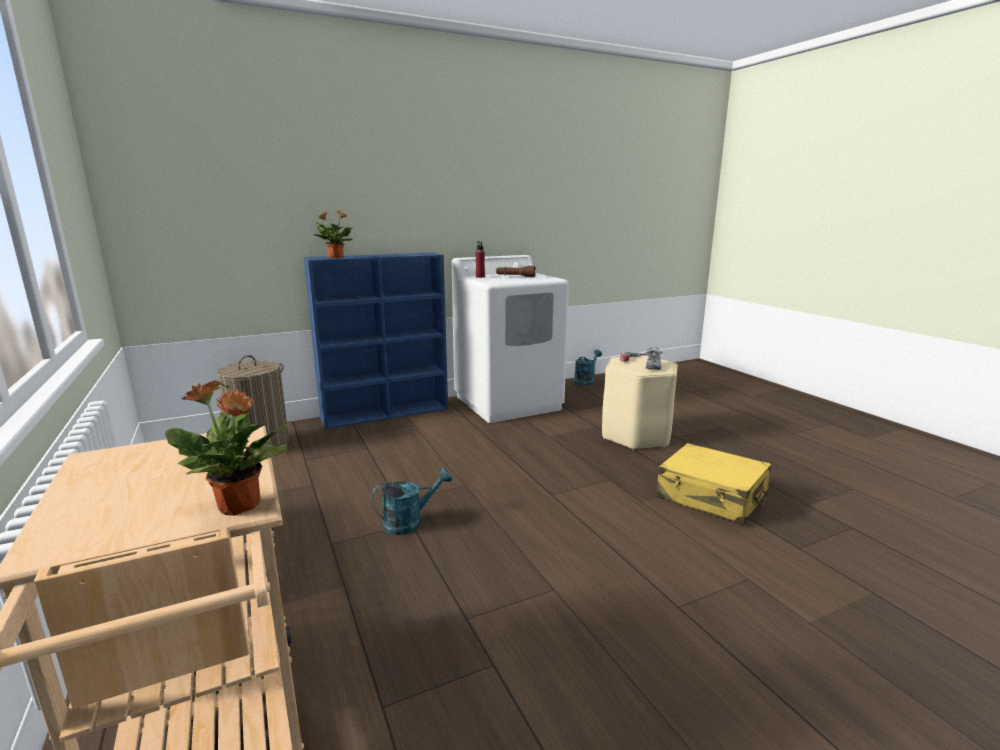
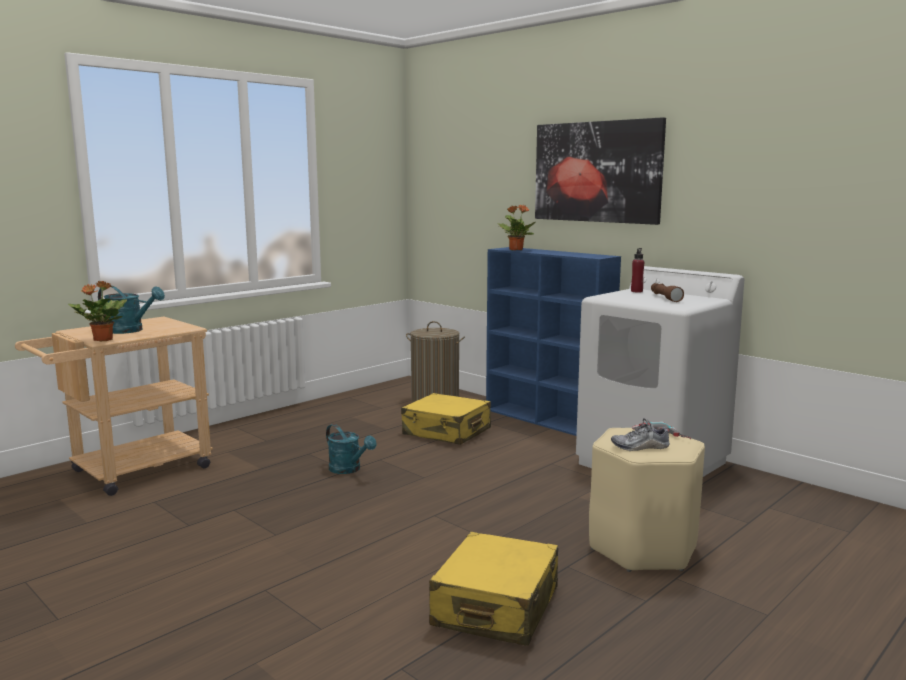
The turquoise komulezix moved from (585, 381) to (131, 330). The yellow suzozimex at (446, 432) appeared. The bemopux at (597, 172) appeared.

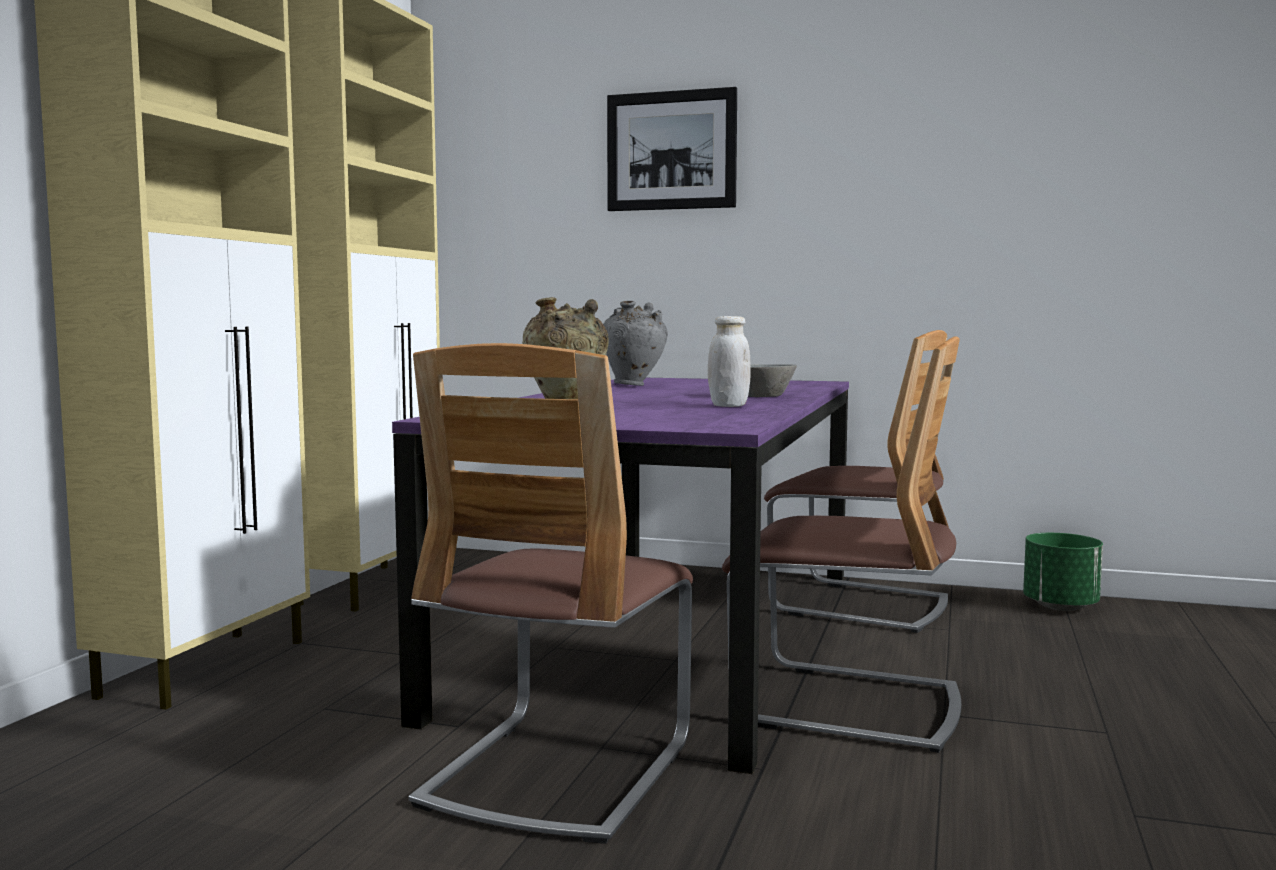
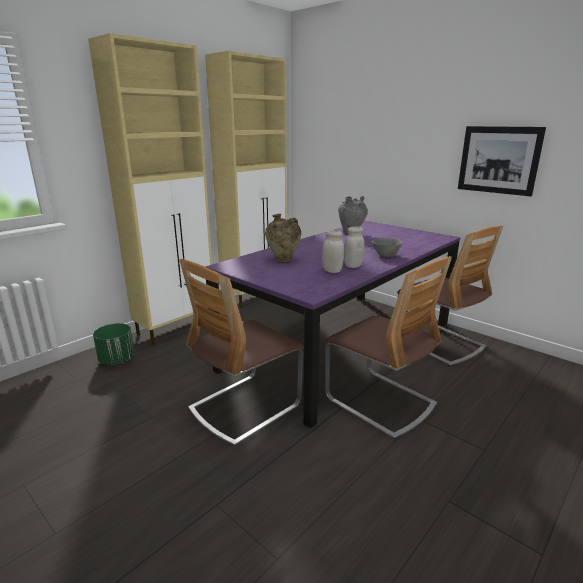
The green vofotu moved from (1060, 606) to (117, 360). The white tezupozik at (332, 271) appeared. The bemopux moved from (671, 151) to (498, 160).

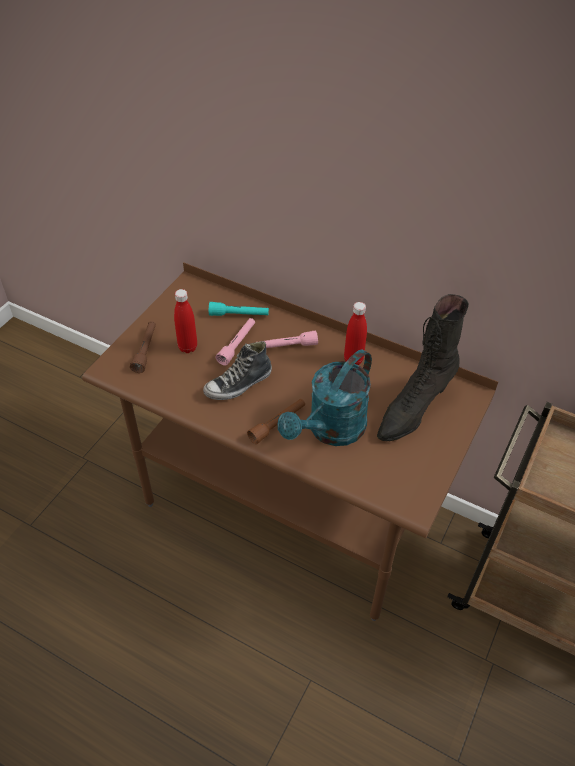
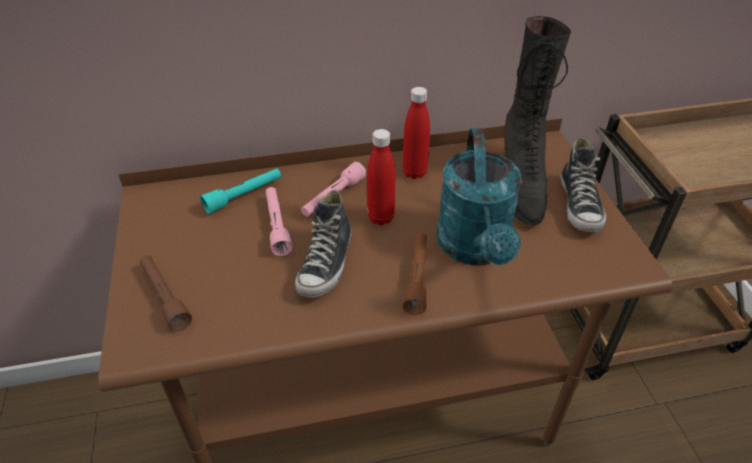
The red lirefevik moved from (188, 347) to (380, 217). The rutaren at (580, 205) appeared.

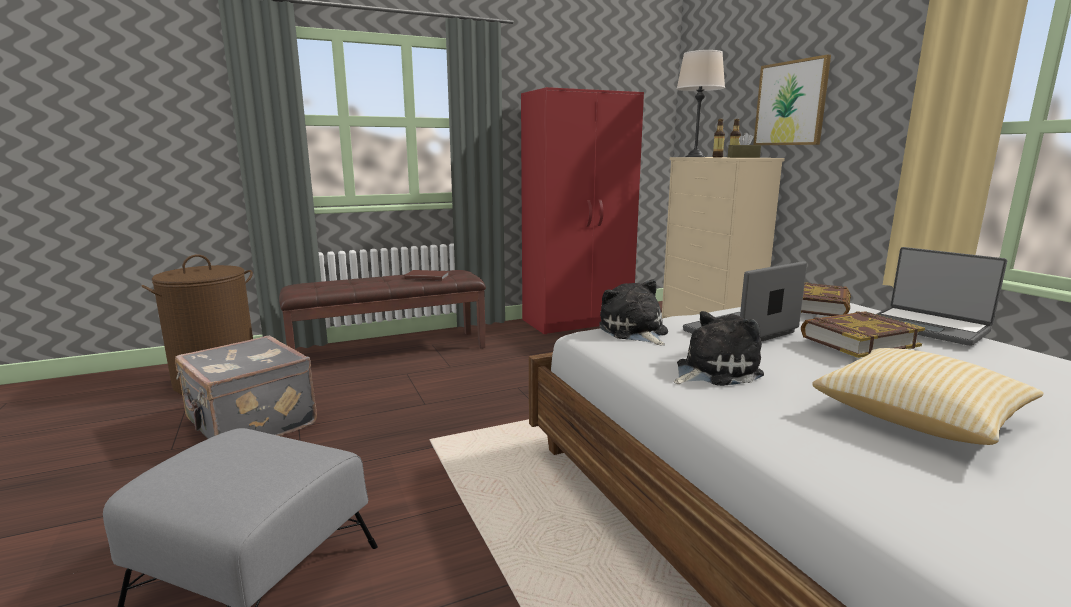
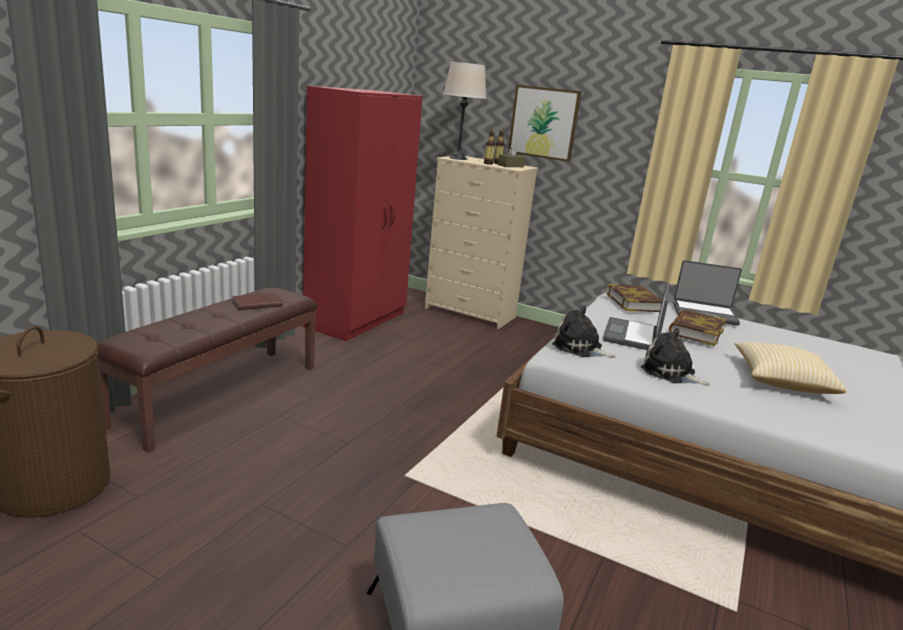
The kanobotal at (713, 371) turned 75 degrees counterclockwise. The grey suzozimex at (250, 424) disappeared.

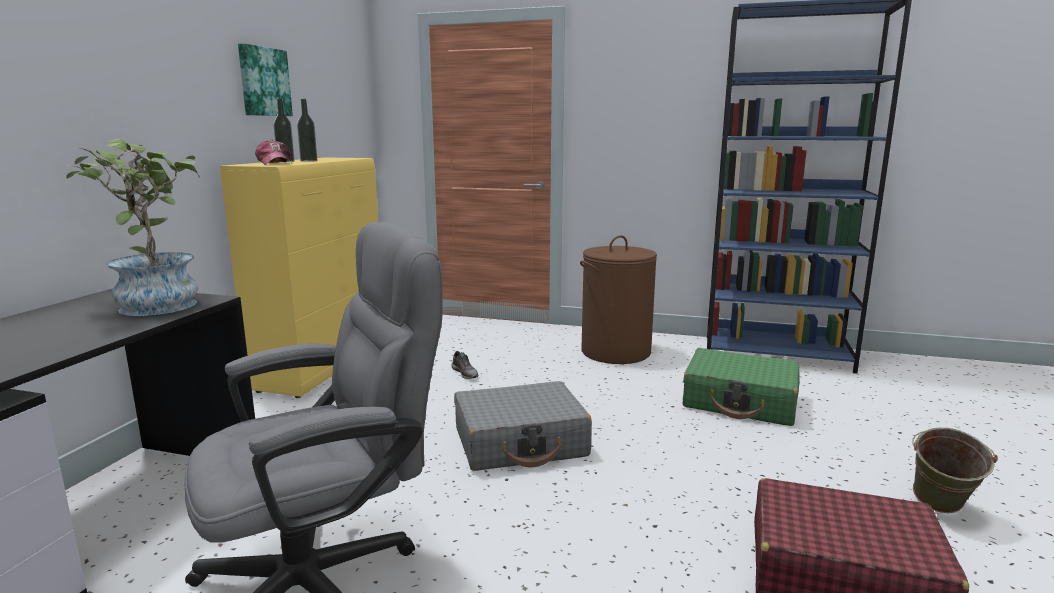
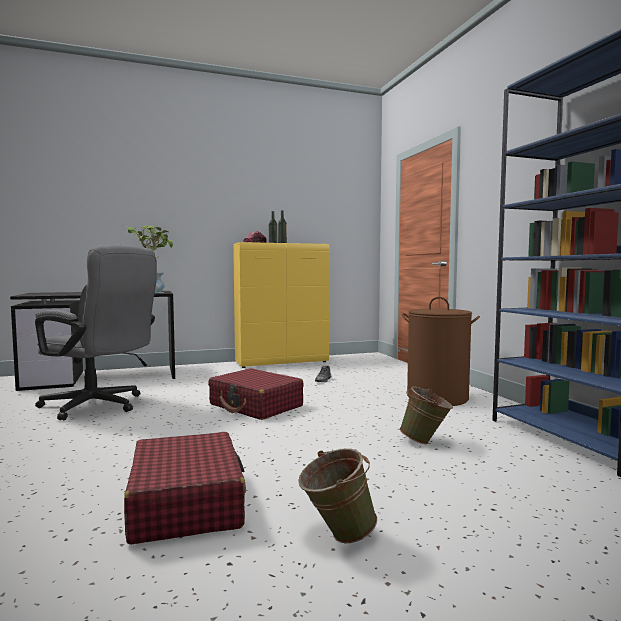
The grey suzozimex at (521, 443) became the red suzozimex at (256, 405). The green suzozimex at (740, 402) was replaced by the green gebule at (426, 442). The bemopux at (263, 82) disappeared.

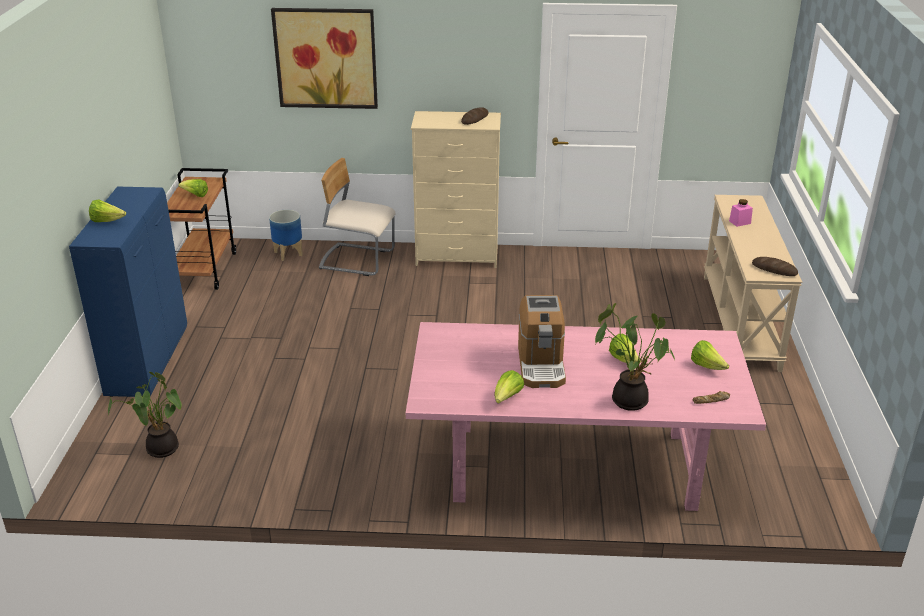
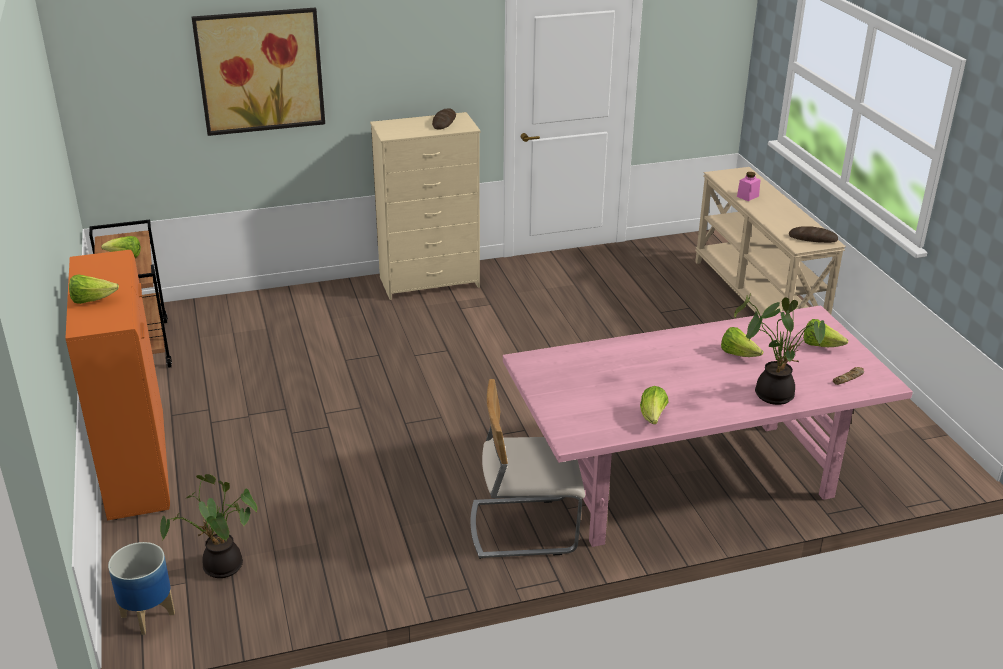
The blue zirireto at (148, 361) became the orange zirireto at (137, 468). The vofotu moved from (288, 254) to (147, 615). The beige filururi moved from (357, 260) to (523, 527). The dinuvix at (541, 365) disappeared.

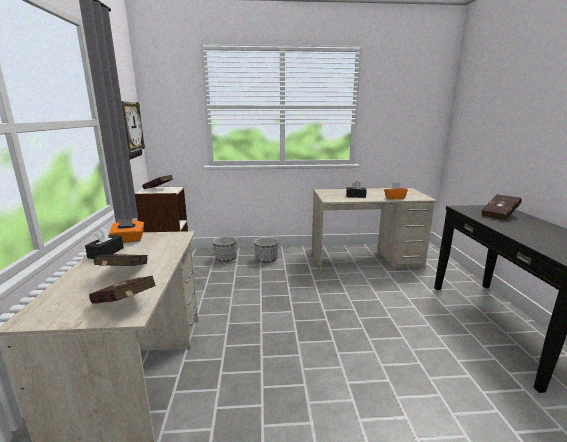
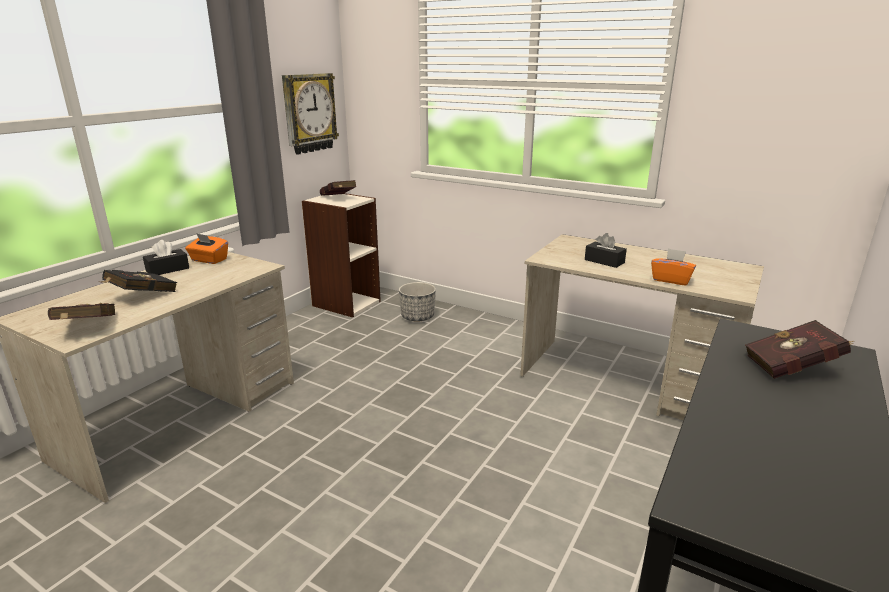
The vofotu at (266, 260) disappeared.

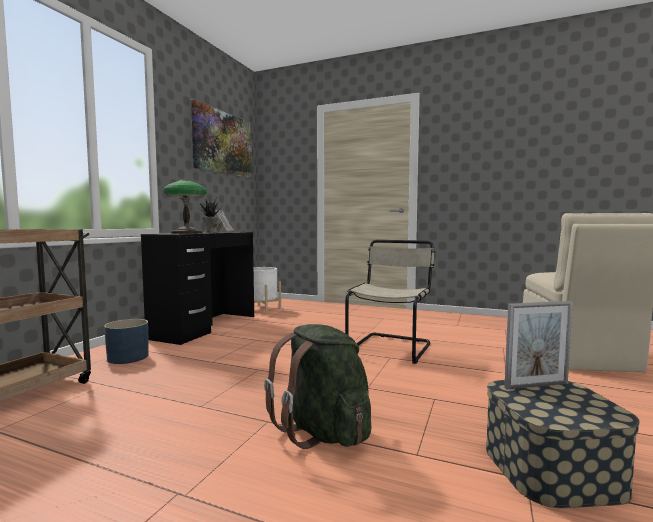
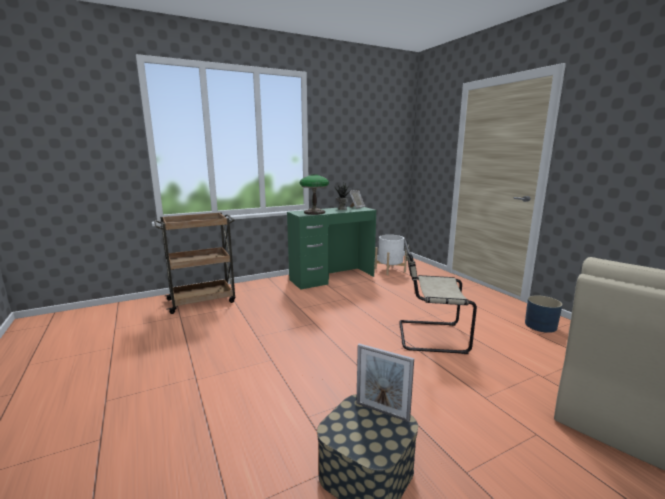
The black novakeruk at (205, 326) became the green novakeruk at (332, 278). The beige filururi at (391, 347) turned 150 degrees counterclockwise. The blue vofotu moved from (128, 357) to (540, 325). The bemopux at (223, 143) disappeared. The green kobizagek at (323, 431) disappeared.

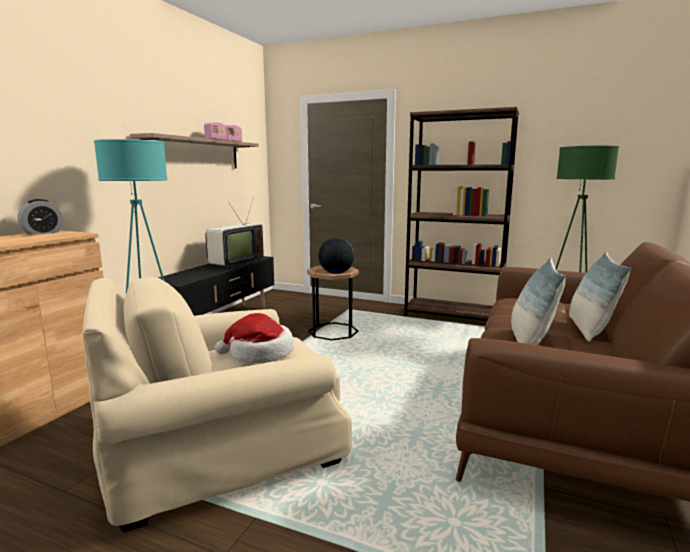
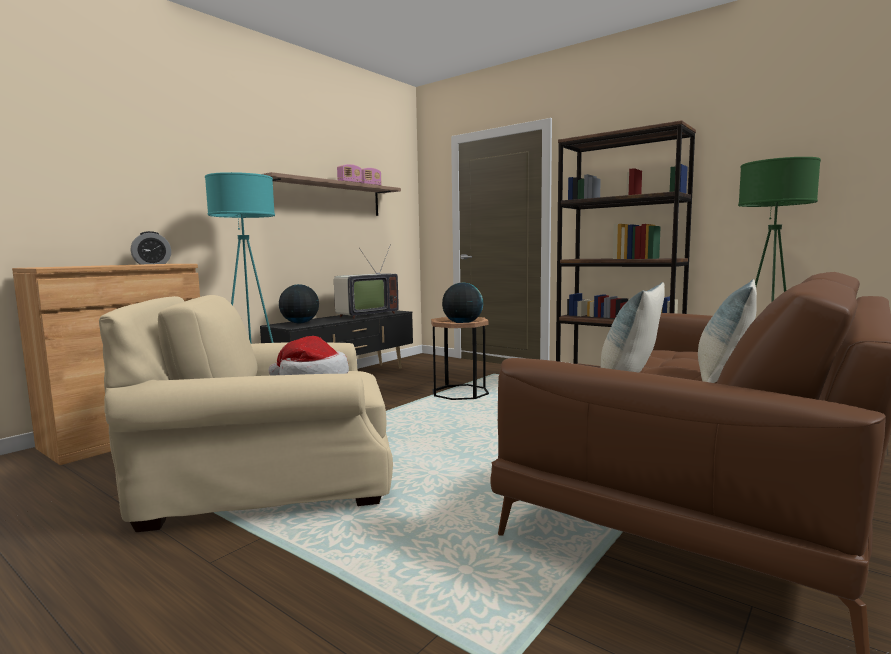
The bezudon at (299, 323) appeared.

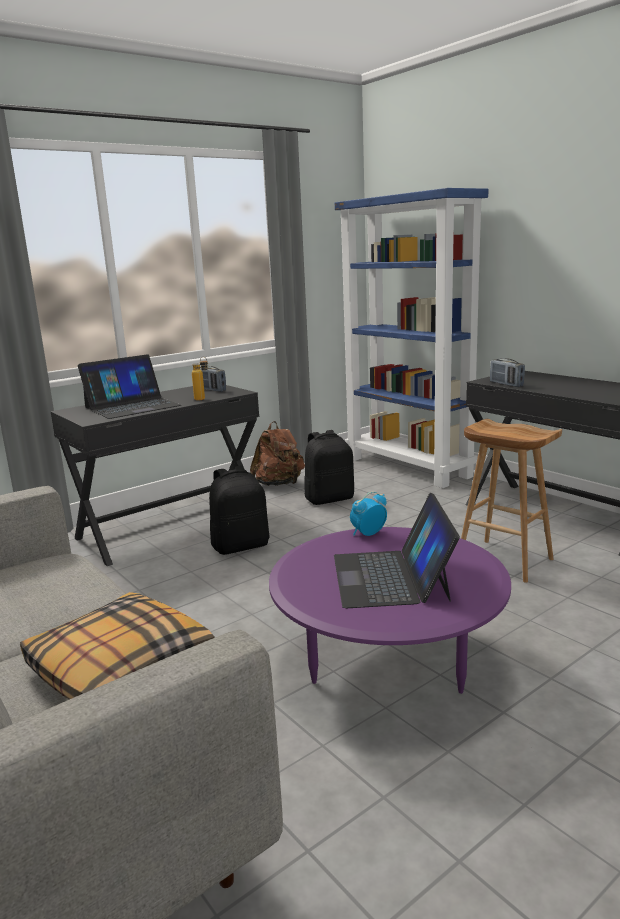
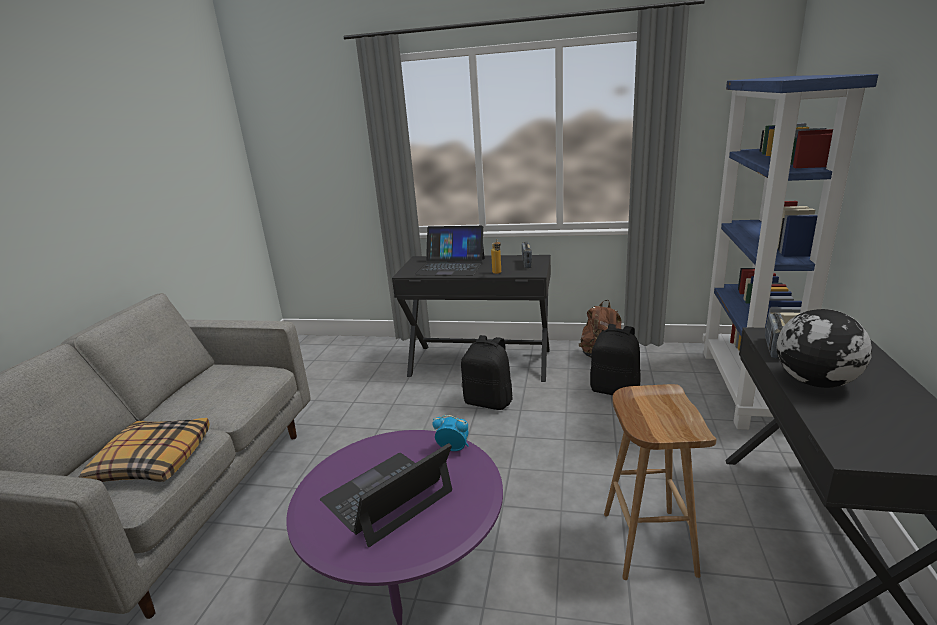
The bezudon at (815, 382) appeared.

